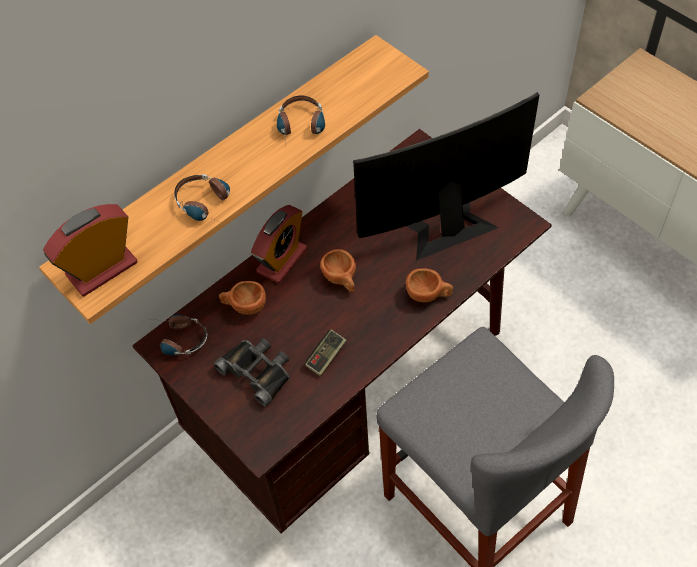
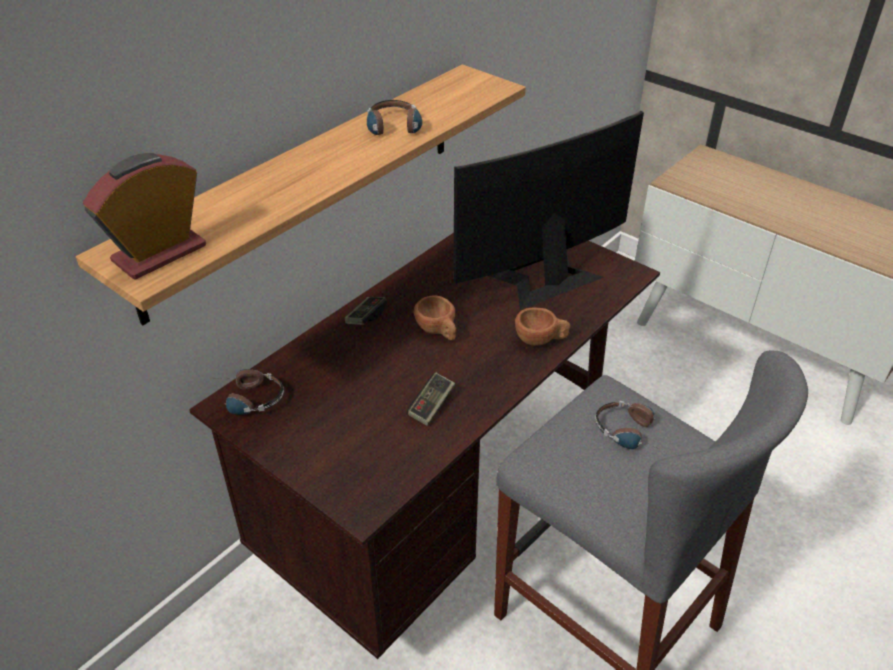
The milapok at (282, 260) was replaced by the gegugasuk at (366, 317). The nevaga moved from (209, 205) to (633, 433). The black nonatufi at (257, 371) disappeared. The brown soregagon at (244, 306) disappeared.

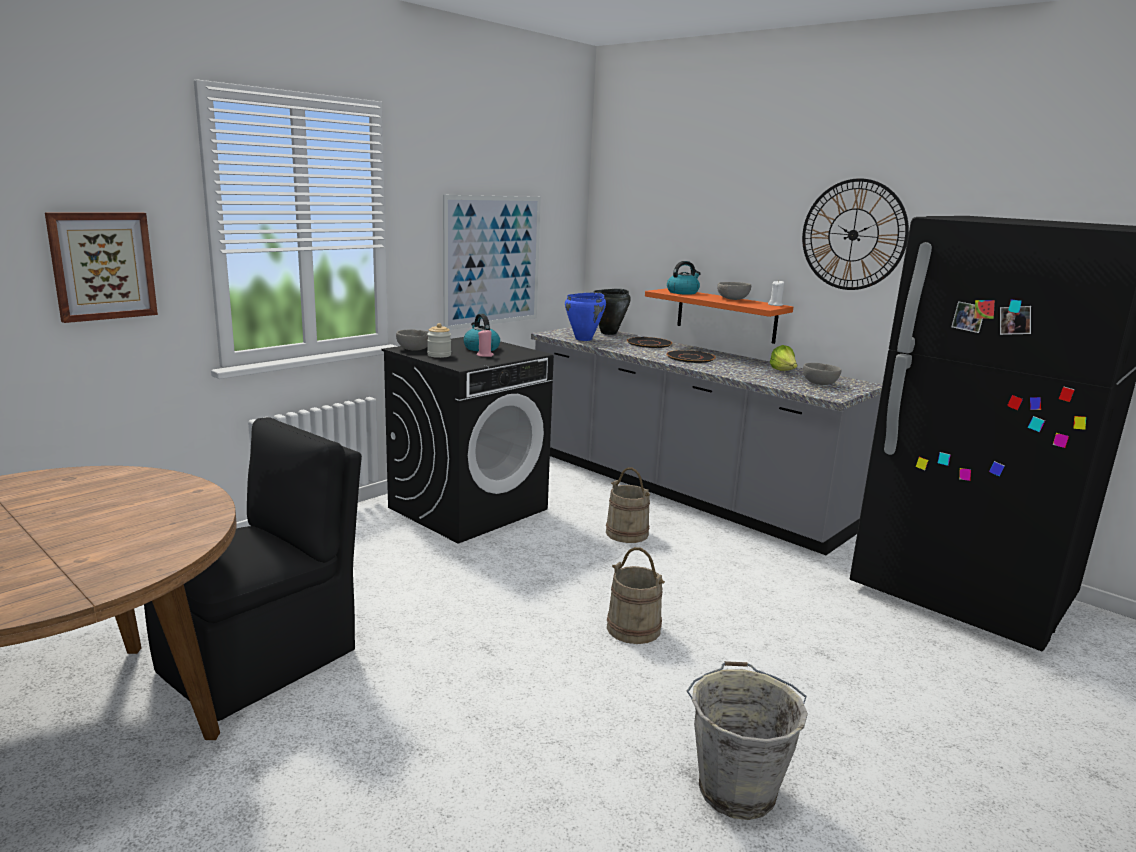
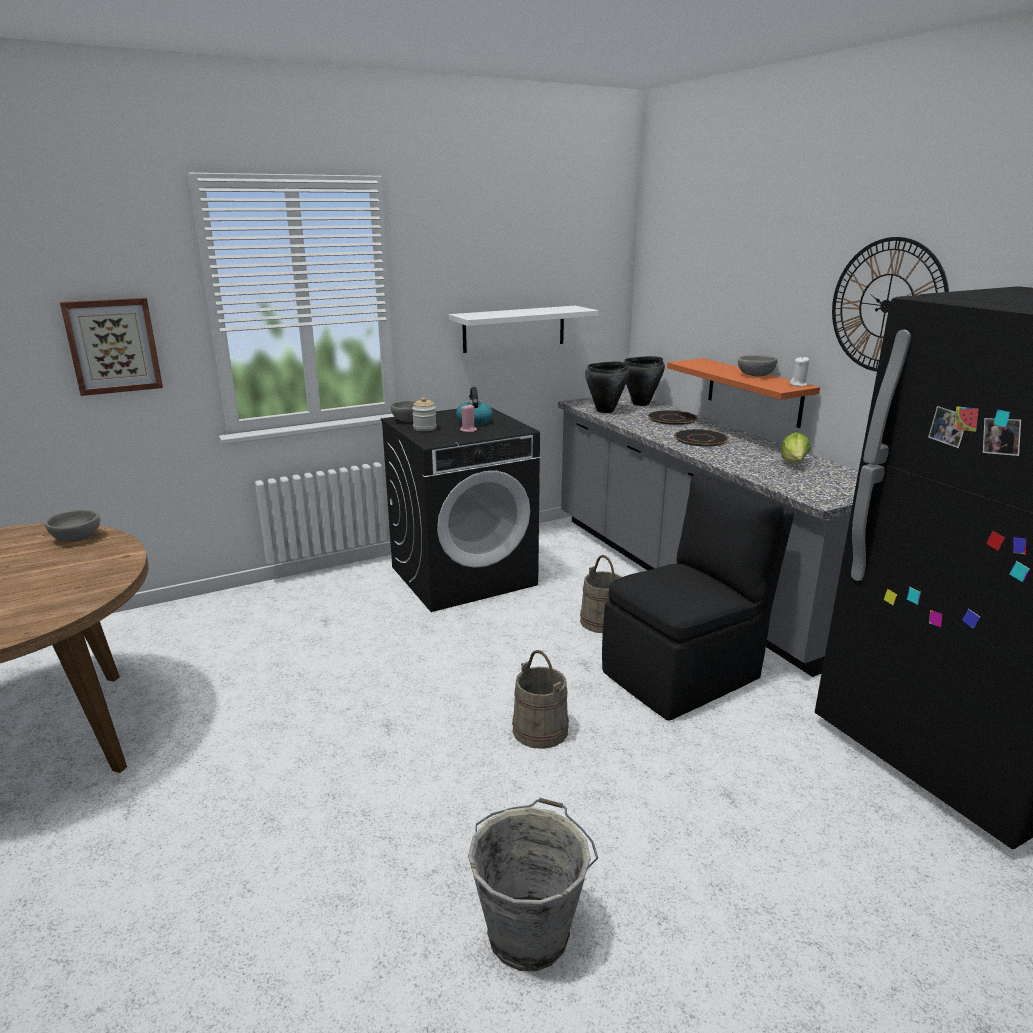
The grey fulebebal moved from (818, 383) to (76, 538). The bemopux at (493, 261) was replaced by the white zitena at (514, 329). The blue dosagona at (584, 339) became the black dosagona at (605, 411). The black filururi moved from (263, 658) to (684, 674). The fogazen at (682, 292) disappeared.

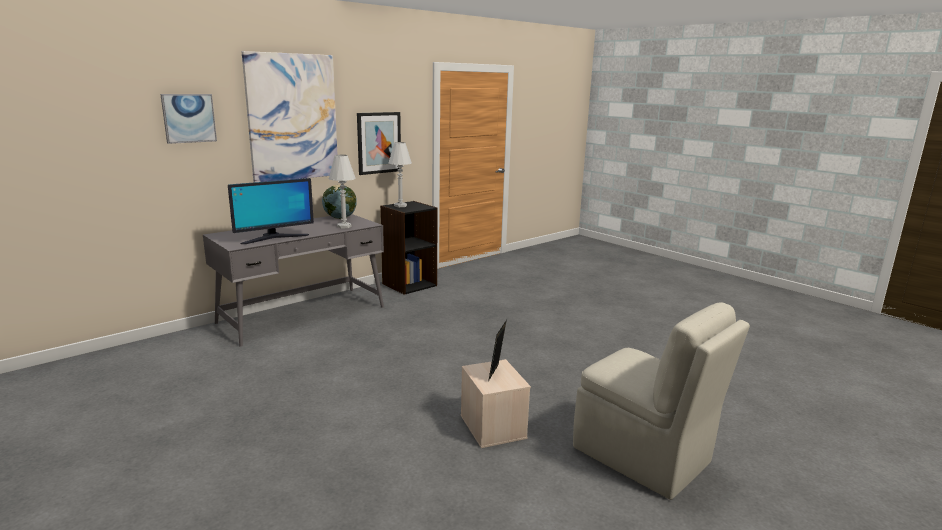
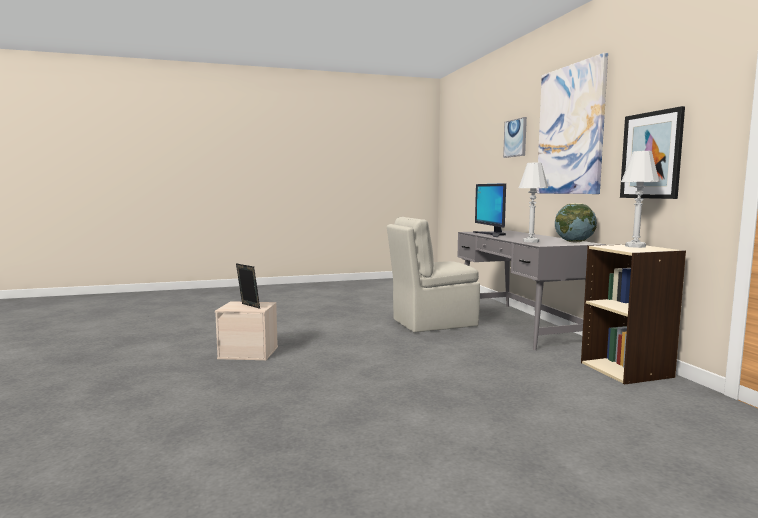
The beige filururi moved from (644, 456) to (432, 323). The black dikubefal at (409, 284) became the beige dikubefal at (627, 369).

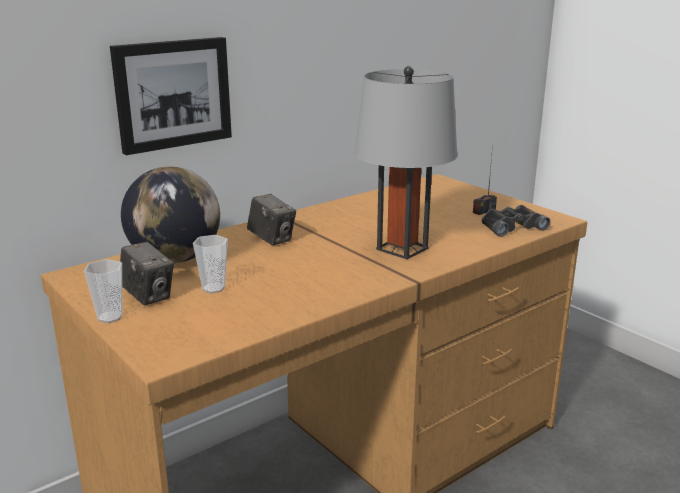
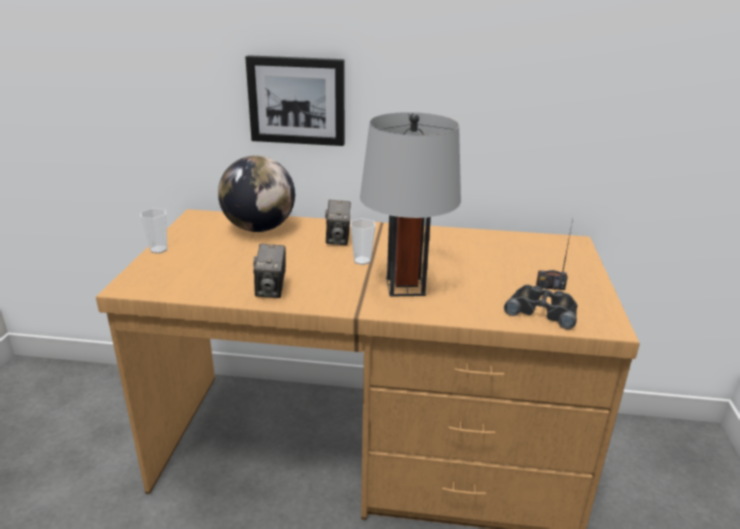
The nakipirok moved from (148, 296) to (271, 290). The soregagon moved from (213, 288) to (362, 261).

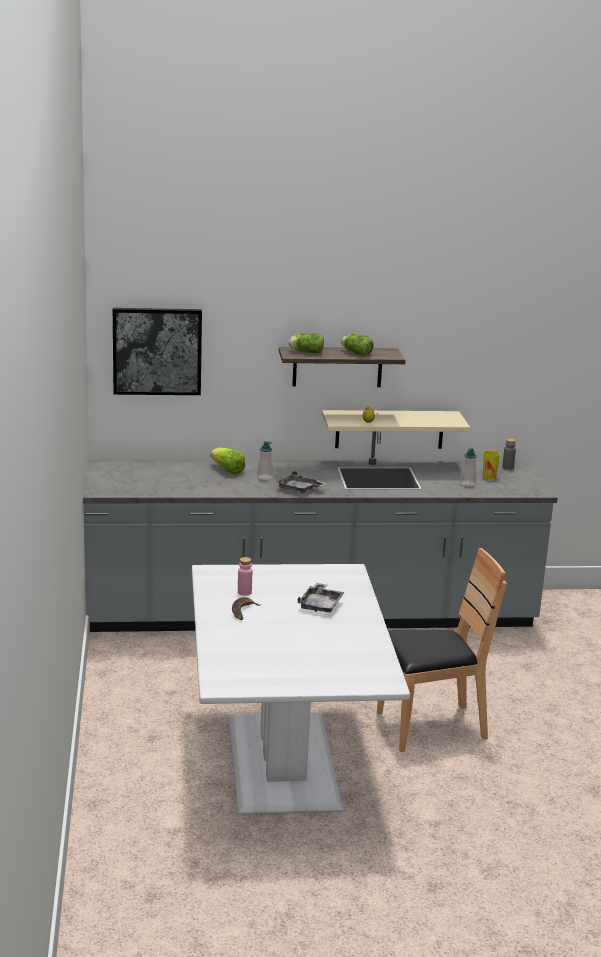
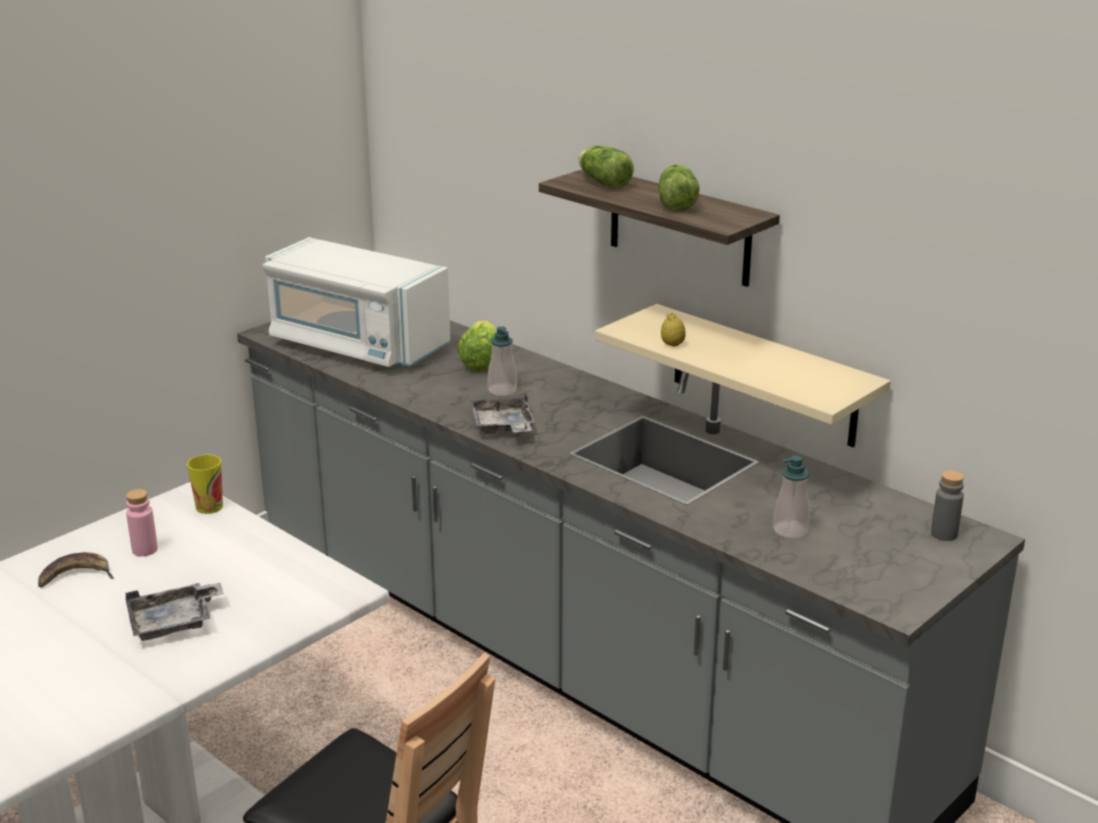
The soregagon moved from (489, 477) to (209, 507). The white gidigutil at (356, 344) appeared. The bemopux at (157, 351) disappeared.

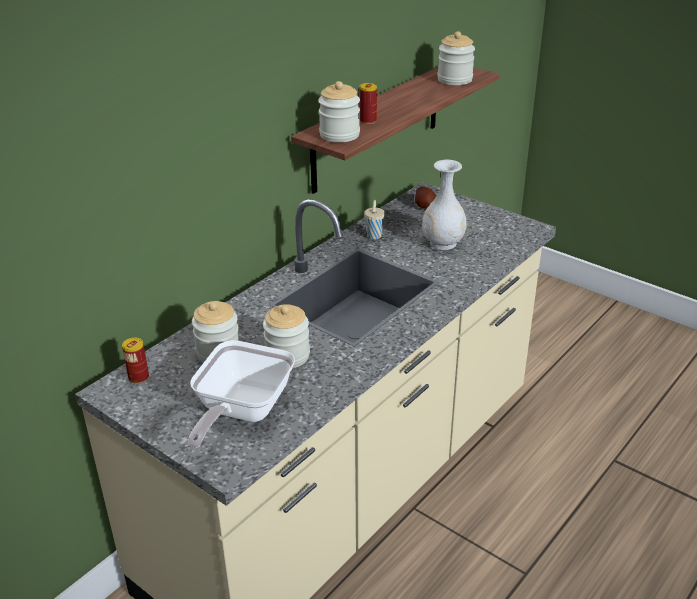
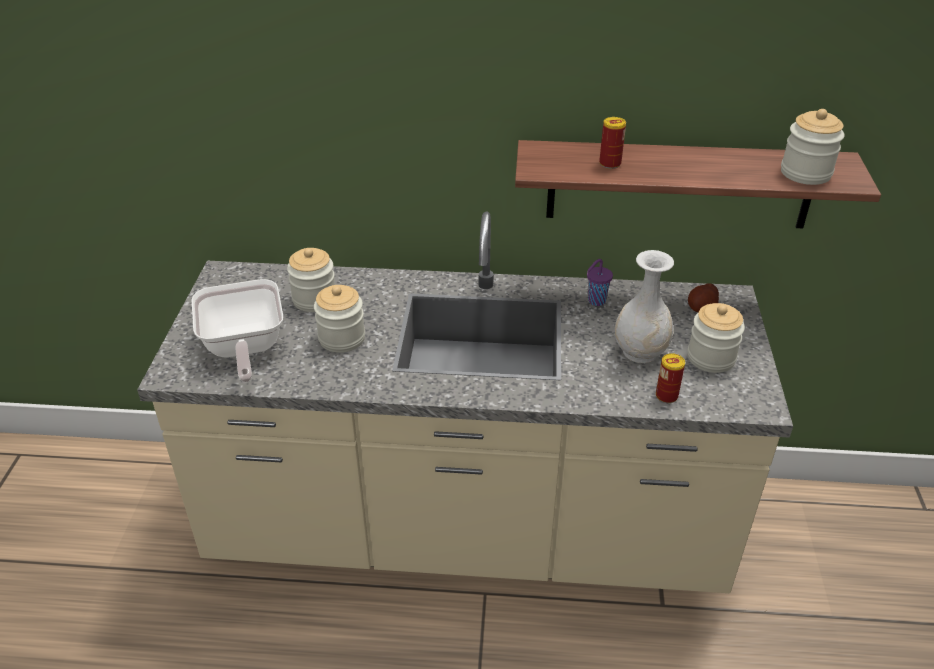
The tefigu at (240, 412) turned 90 degrees counterclockwise. The beige soregagon at (374, 236) became the purple soregagon at (595, 301). The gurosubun moved from (138, 377) to (666, 396). The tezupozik moved from (339, 135) to (711, 358).

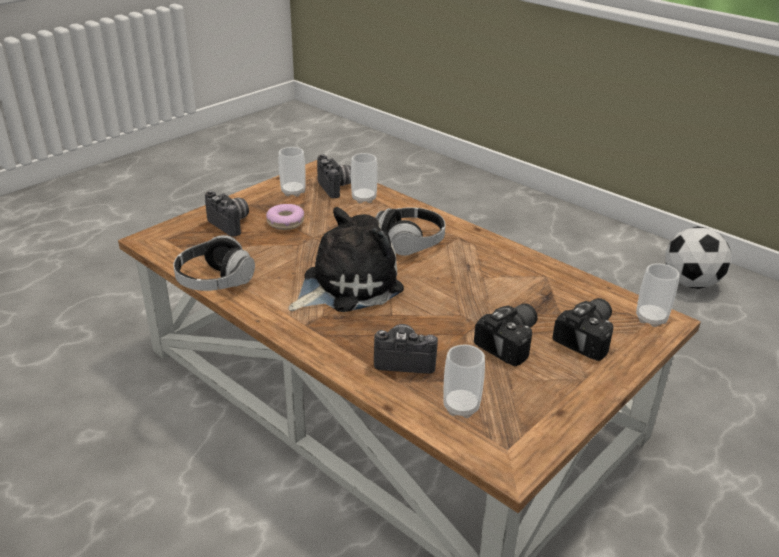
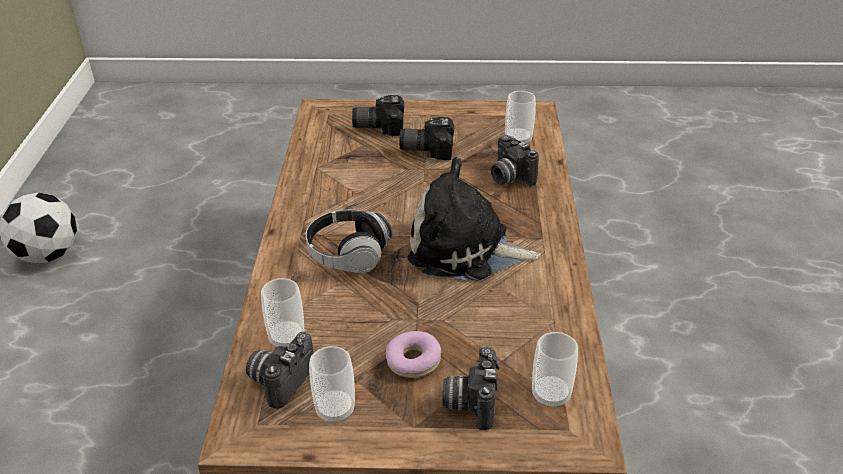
The soregagon moved from (651, 319) to (551, 395). The nevaga at (215, 281) disappeared.

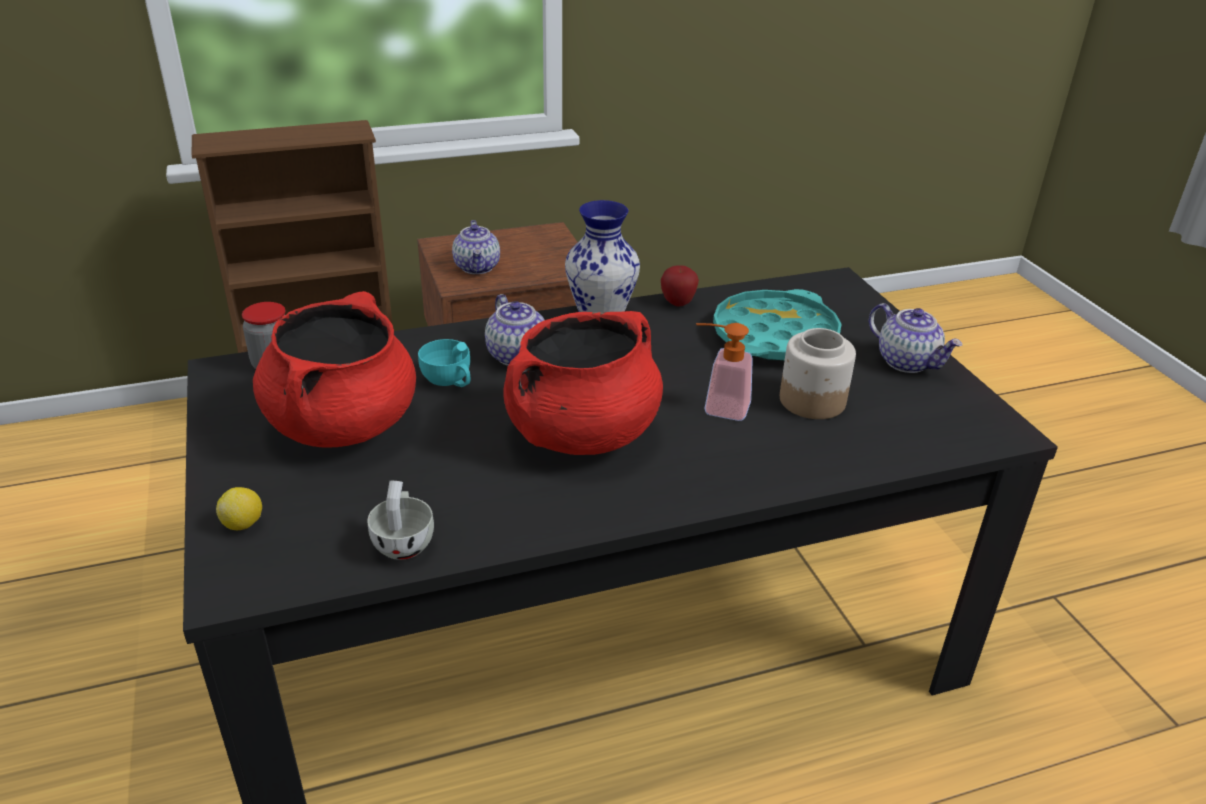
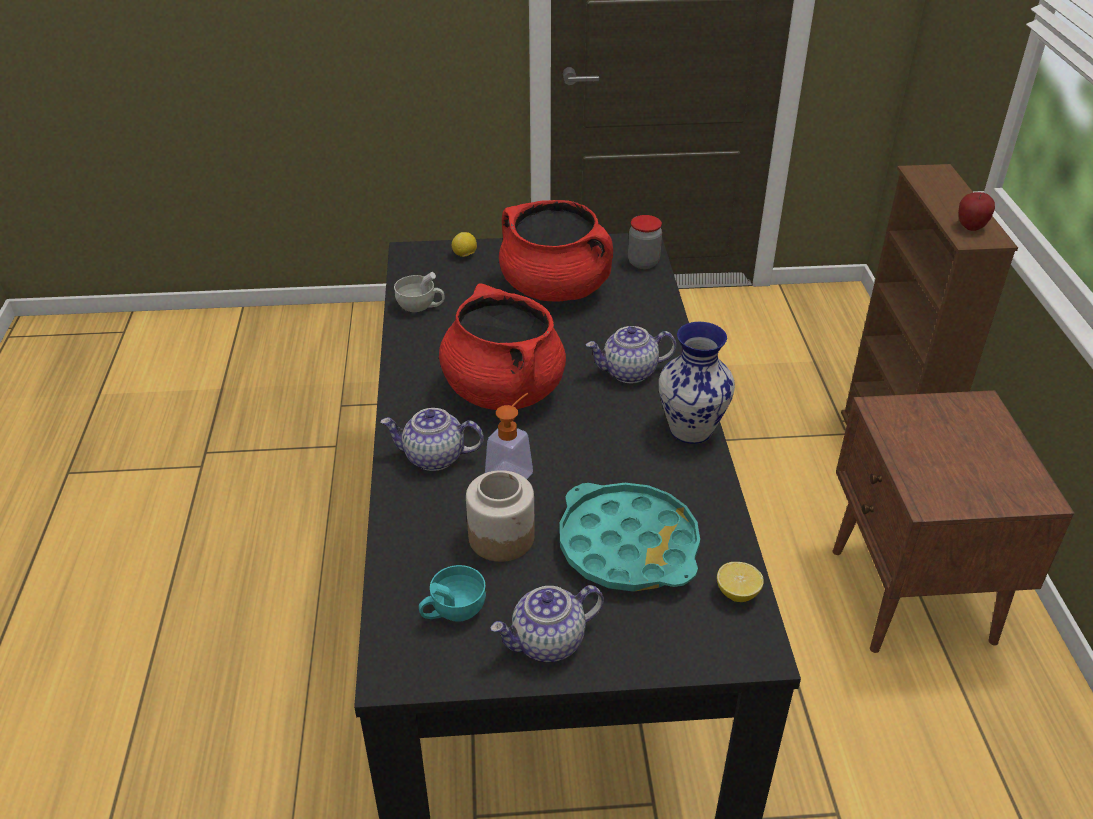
The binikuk moved from (478, 267) to (433, 458). The turquoise soregagon moved from (449, 381) to (453, 611). The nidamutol at (737, 593) appeared. The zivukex moved from (678, 303) to (971, 227).

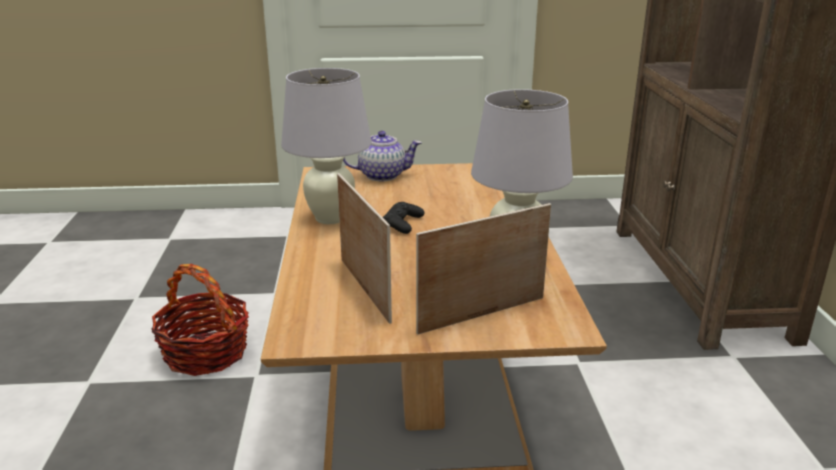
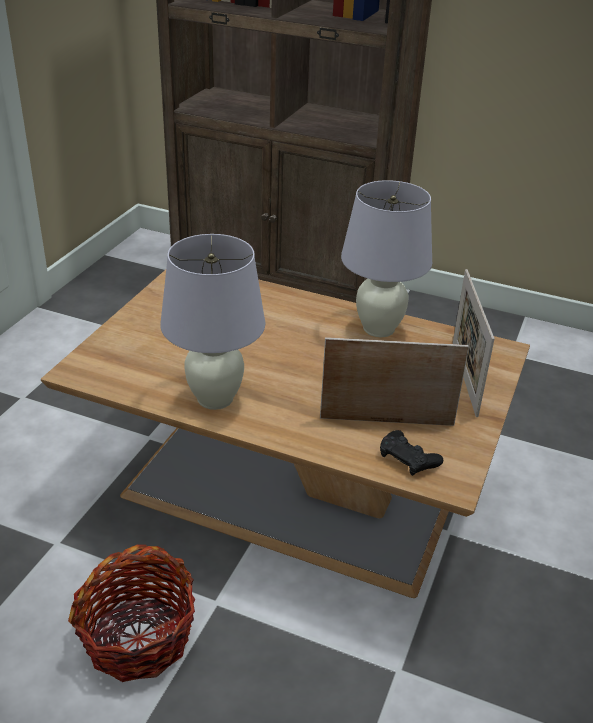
The black gegugasuk moved from (402, 223) to (408, 458). The binikuk at (382, 175) disappeared.

